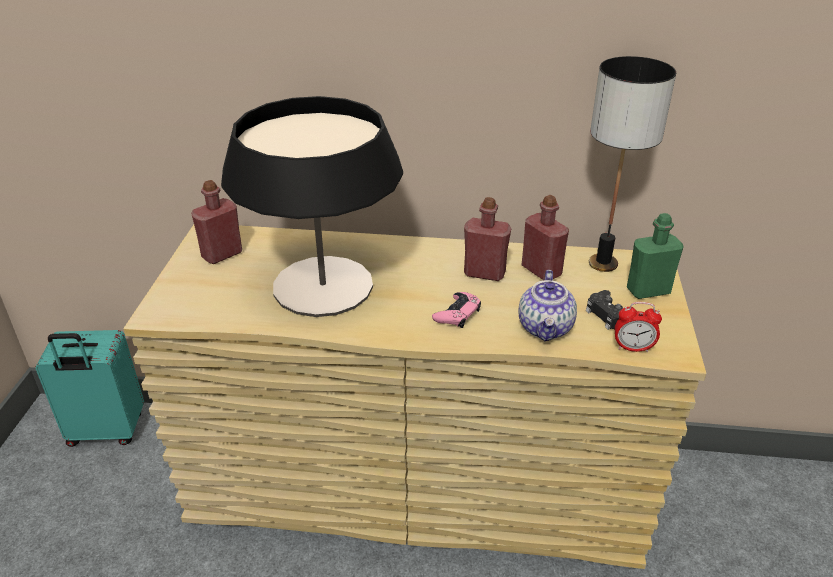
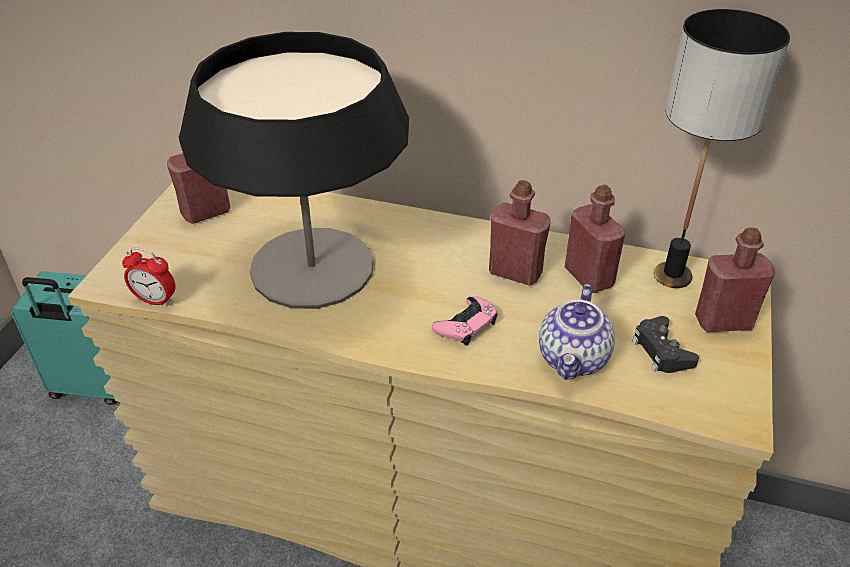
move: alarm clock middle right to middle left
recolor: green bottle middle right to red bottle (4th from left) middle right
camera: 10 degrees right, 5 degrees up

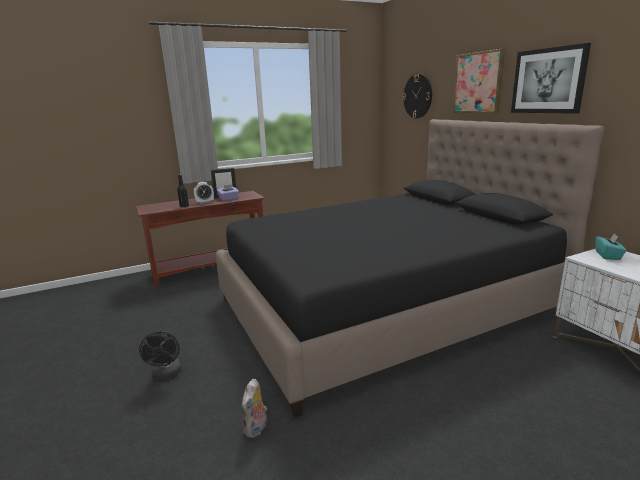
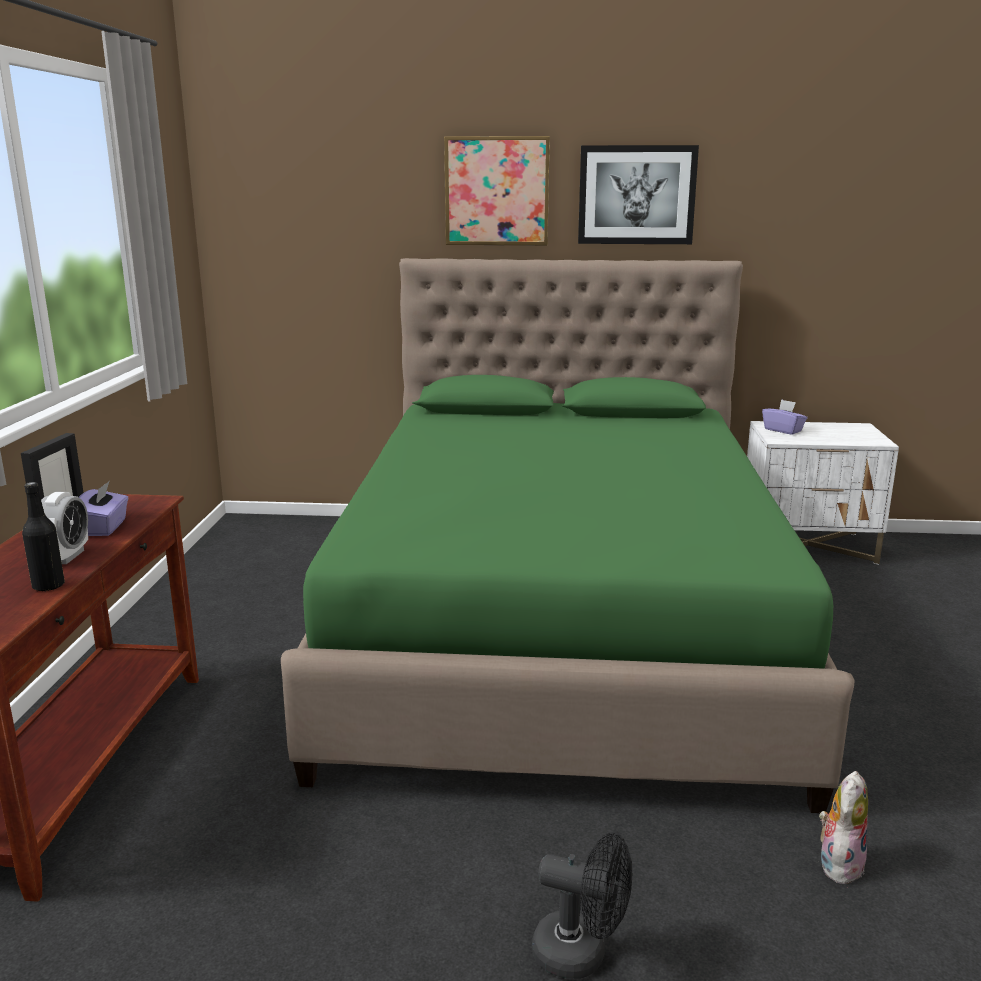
delete: wall clock top centre
recolor: black bed centre to green bed centre; turquoise tissue box middle right to purple tissue box (2nd from left) middle right
rotate: plush toy bottom centre = bottom right 105 degrees counterclockwise
camera: 60 degrees left, 0 degrees up

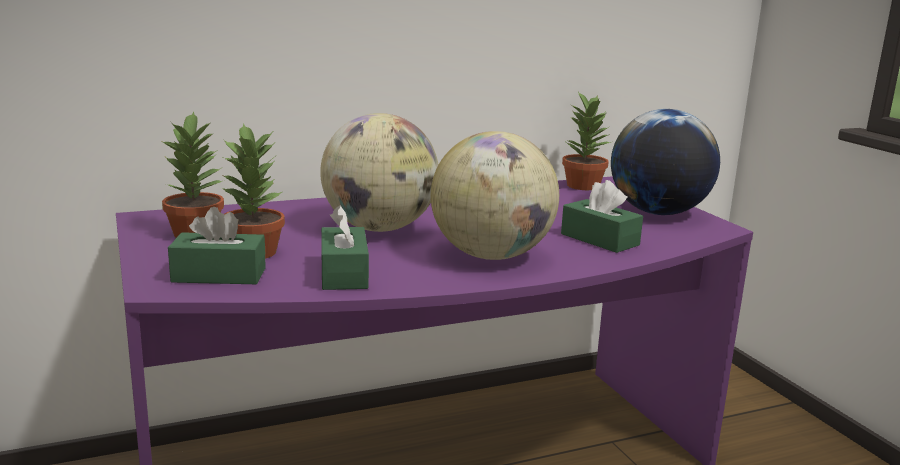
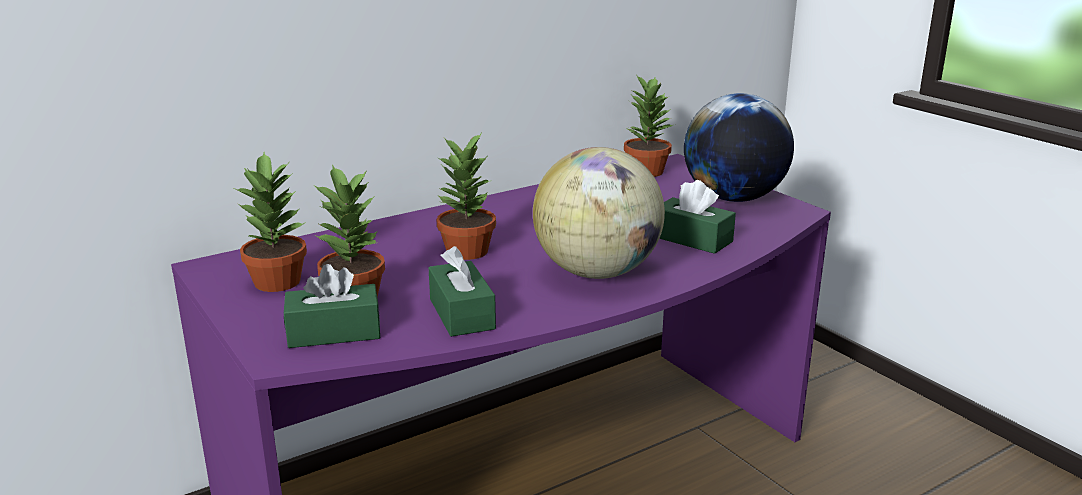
replace: globe (1st from left) centre to potted plant (3rd from left) centre
camera: 10 degrees left, 5 degrees up

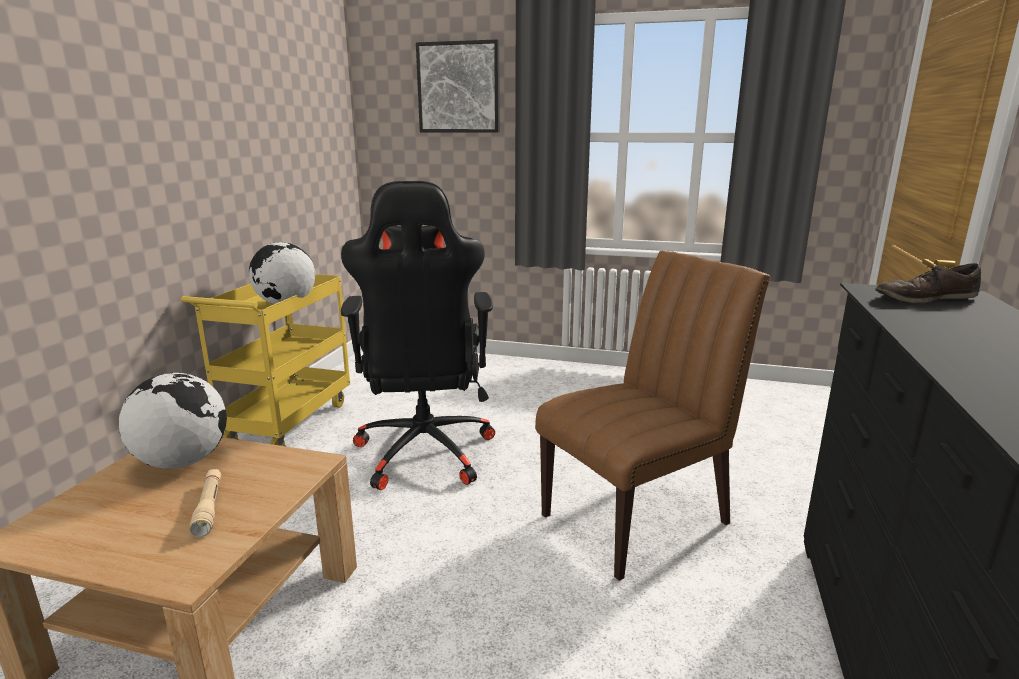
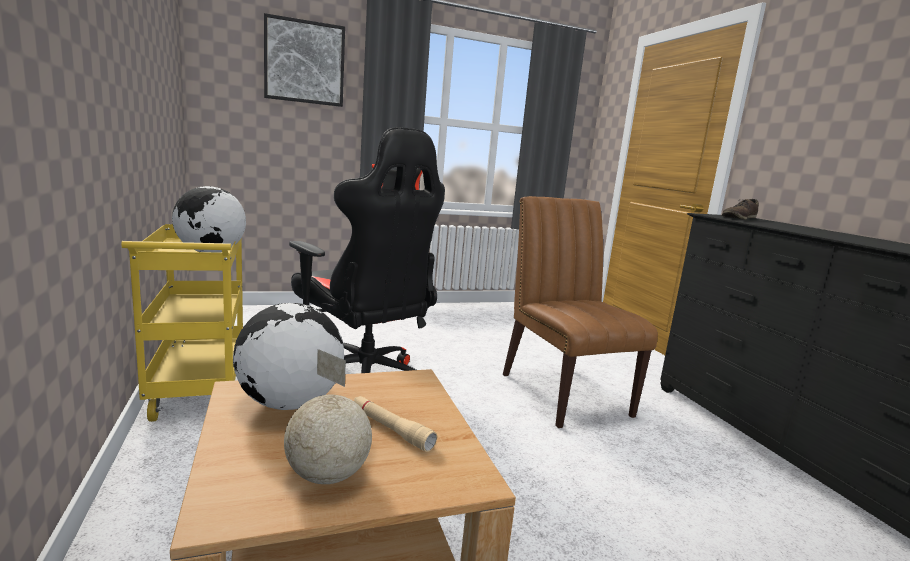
insert: globe (3rd from left) bottom centre
rotate: brown chair centre = centre 45 degrees counterclockwise
camera: 35 degrees left, 5 degrees down

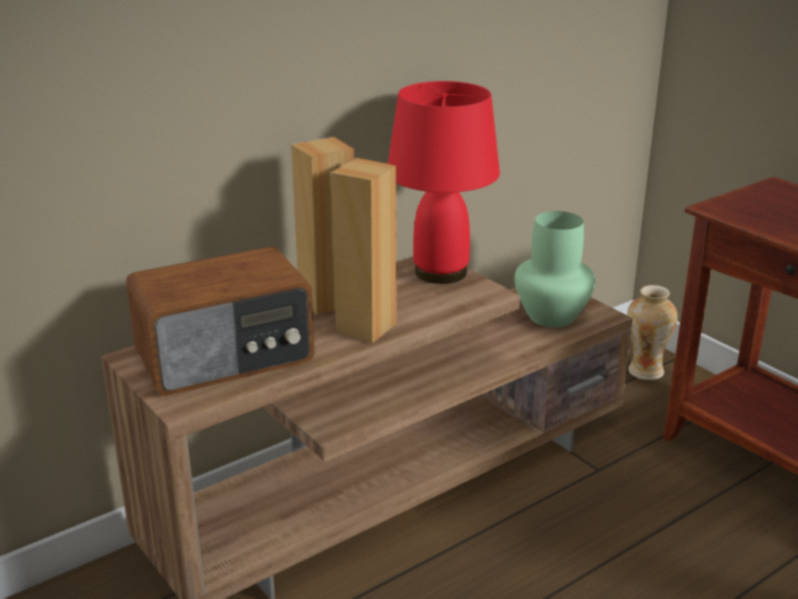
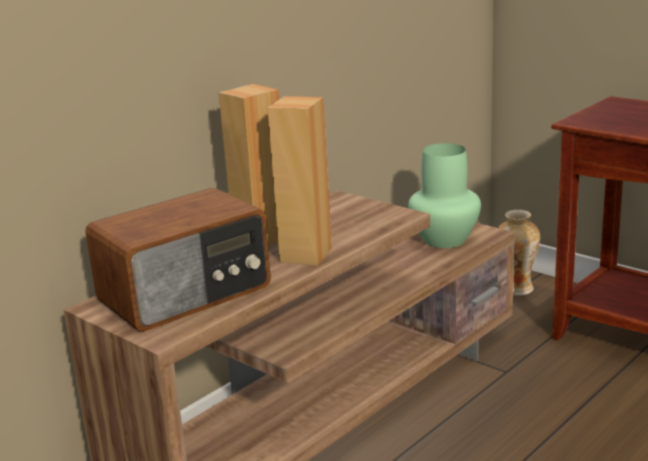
delete: red table lamp top centre
camera: 10 degrees left, 5 degrees down

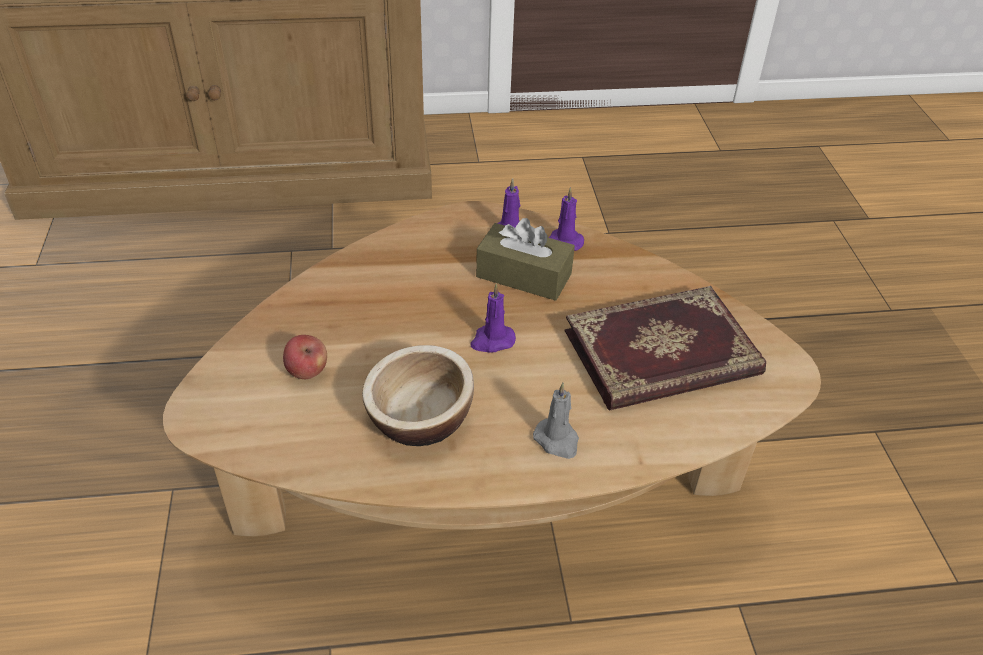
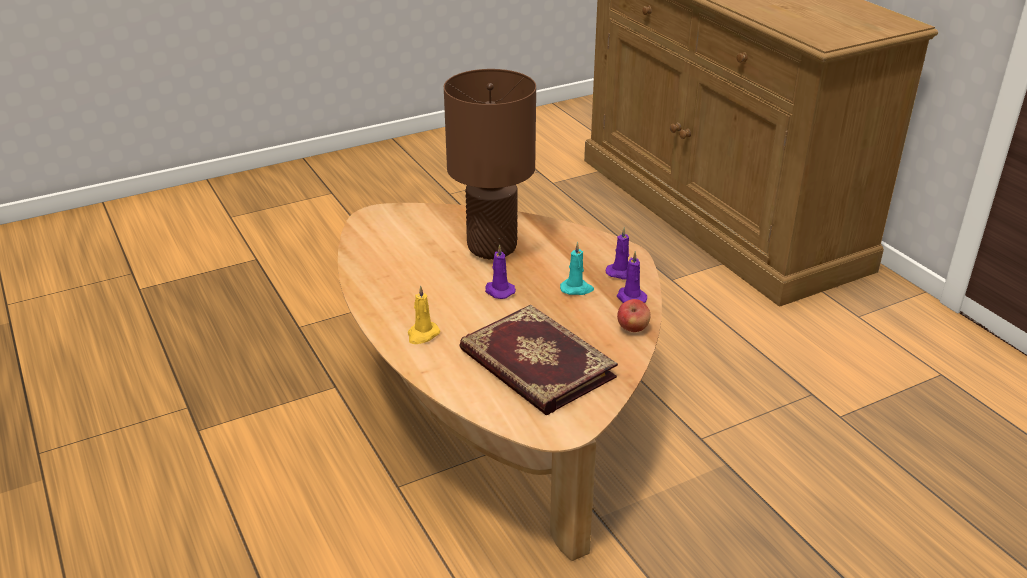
delete: bowl centre
insert: brown table lamp top centre
move: apple middle left to centre
replace: brown tissue box centre to turquoise candle centre
recolor: grey candle centre to yellow candle centre
camera: 70 degrees right, 10 degrees down

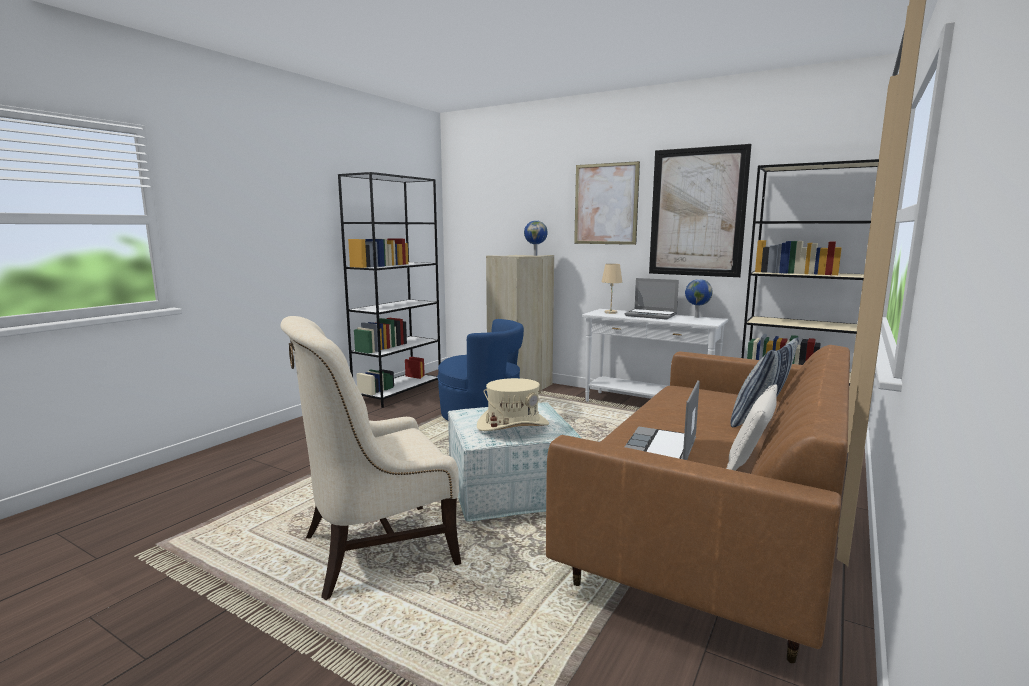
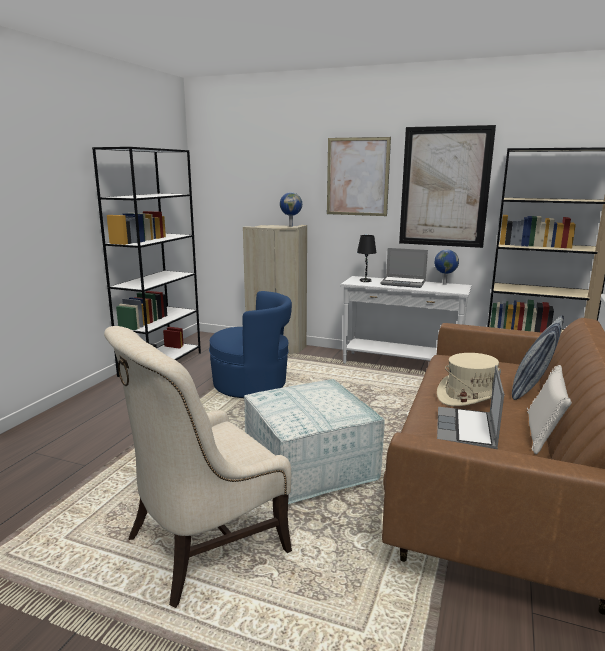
move: beige hat centre to middle right
recolor: beige table lamp centre to black table lamp centre
camera: 10 degrees left, 5 degrees up

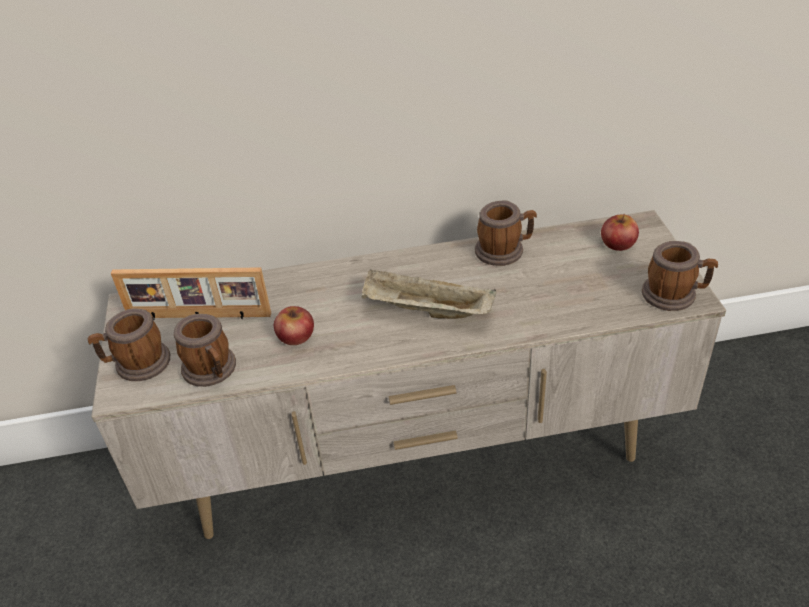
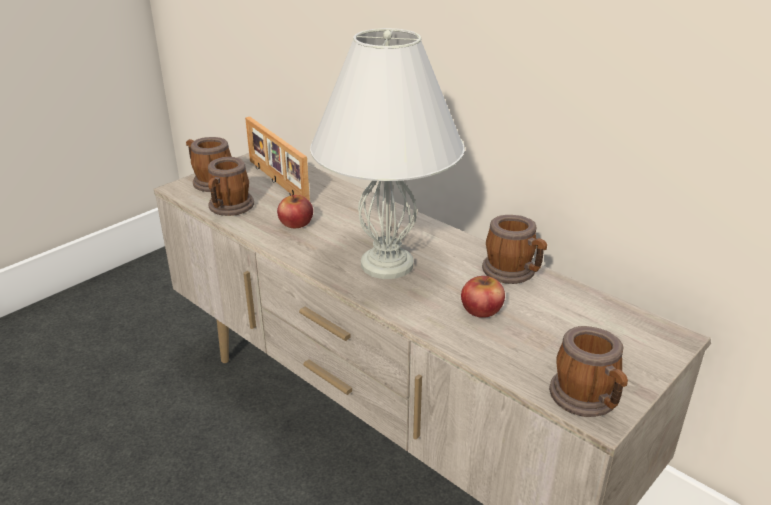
move: apple (2nd from left) middle right to centre
replace: beige tray centre to white table lamp top centre
camera: 50 degrees right, 10 degrees down

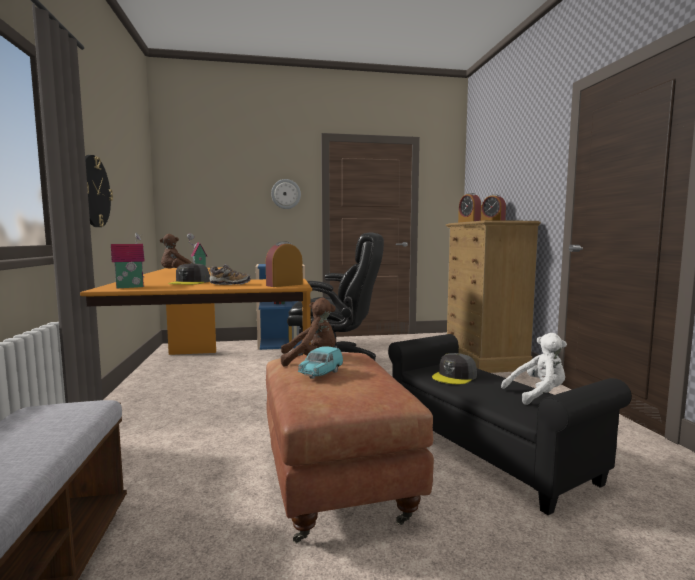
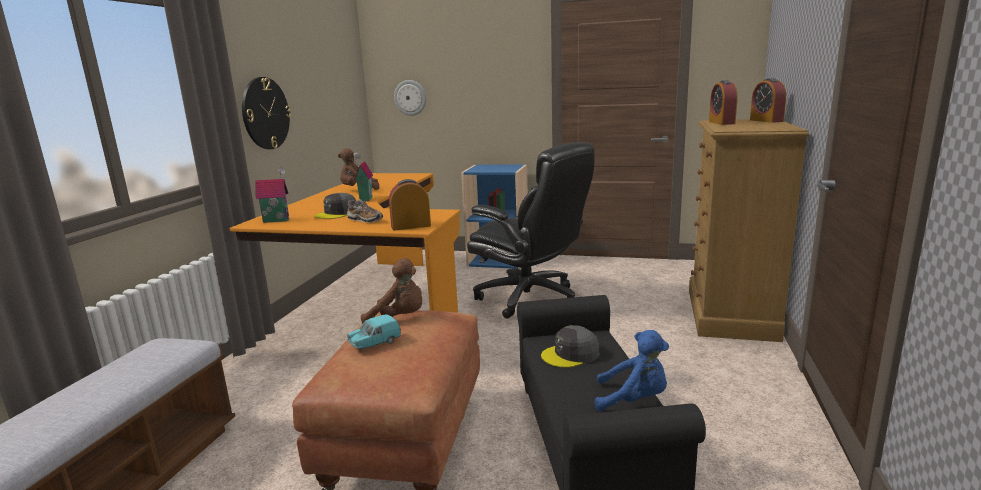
move: wall clock (2nd from left) centre to top centre
recolor: white plush toy middle right to blue plush toy bottom centre
camera: 25 degrees right, 10 degrees up

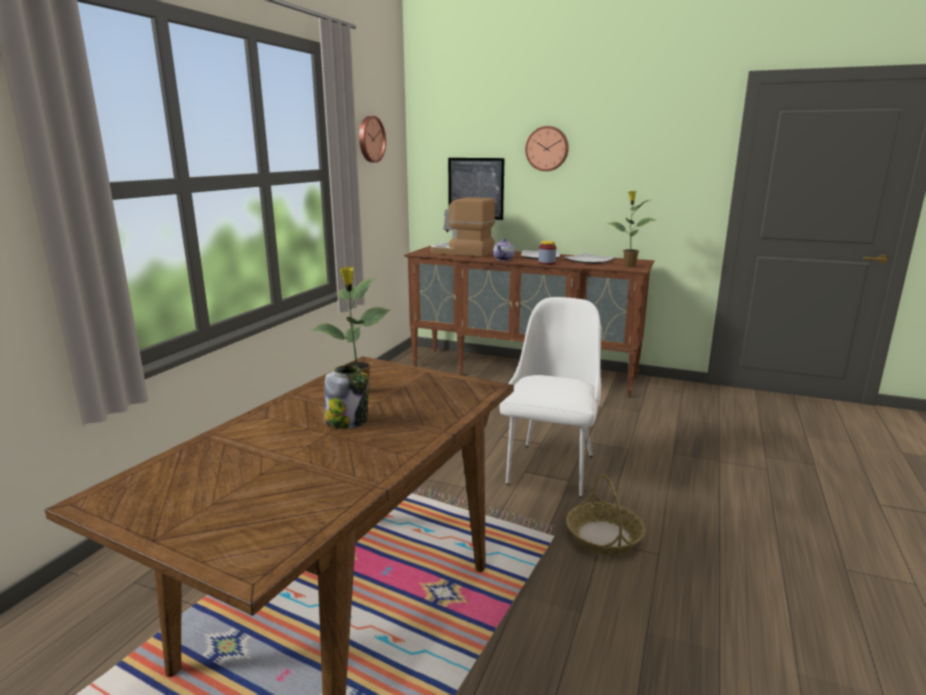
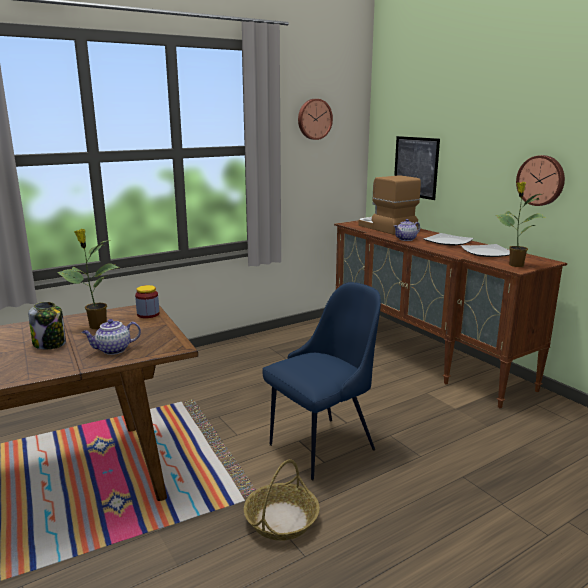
insert: teapot (1st from left) middle left
move: jar (2nd from left) centre to middle left; wall clock (2nd from left) top centre to top right
recolor: white chair centre to blue chair centre
camera: 35 degrees right, 0 degrees up

